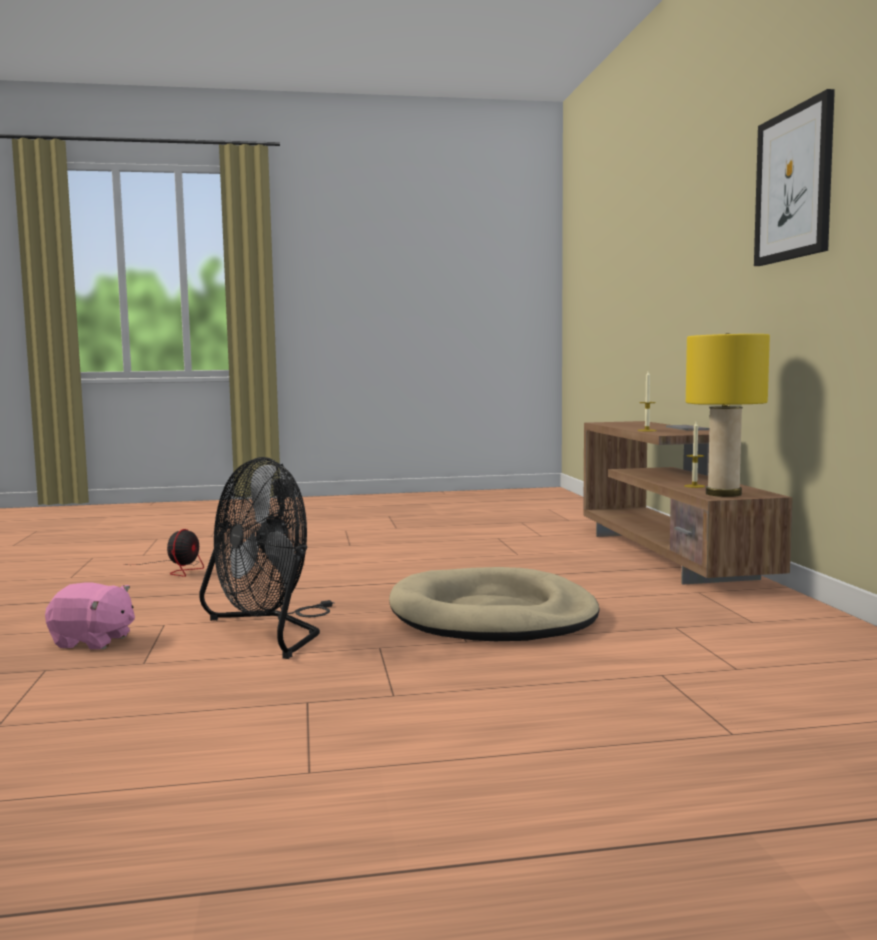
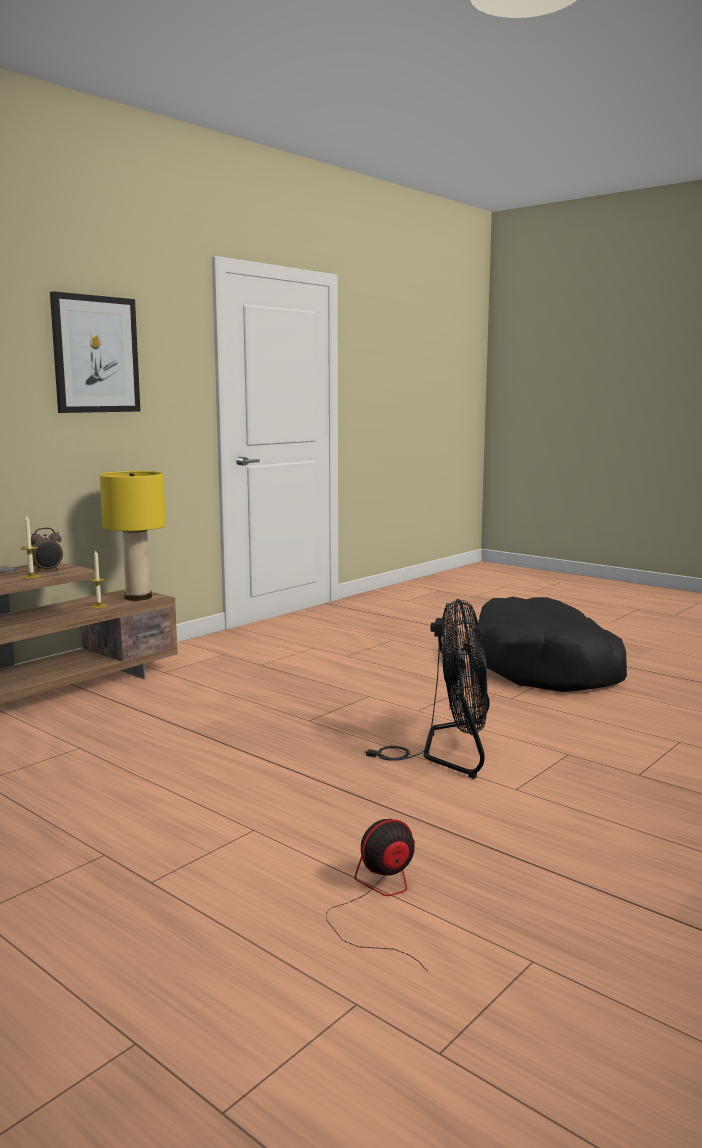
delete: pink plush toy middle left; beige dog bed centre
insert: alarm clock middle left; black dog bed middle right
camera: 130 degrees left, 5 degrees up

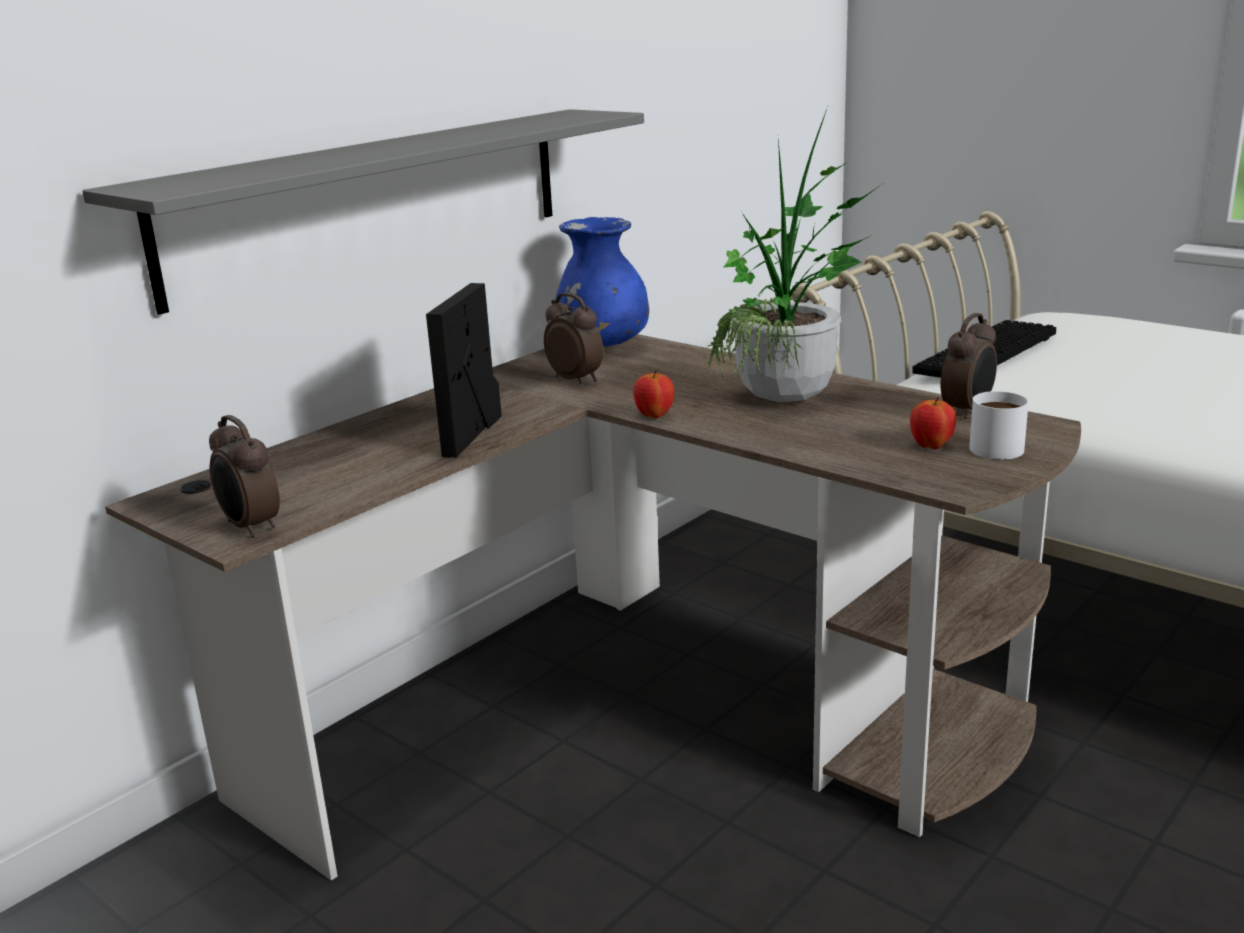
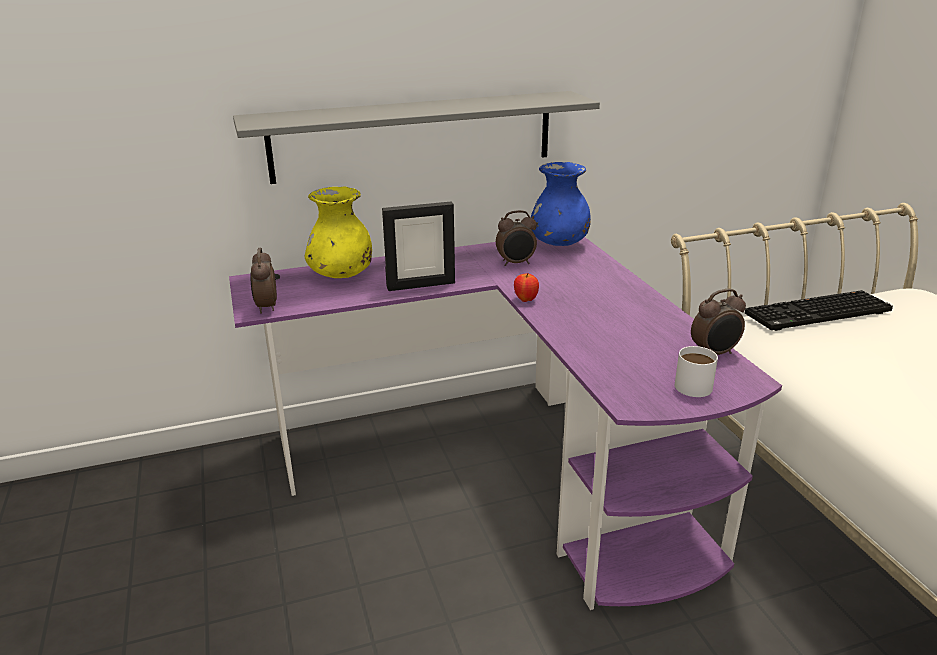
delete: potted plant top centre; apple (2nd from left) middle right
insert: yellow vase centre
recolor: brown desk centre to purple desk centre
rotate: picture frame centre = centre 150 degrees counterclockwise; alarm clock (2nd from left) centre = centre 90 degrees clockwise
camera: 30 degrees right, 5 degrees up

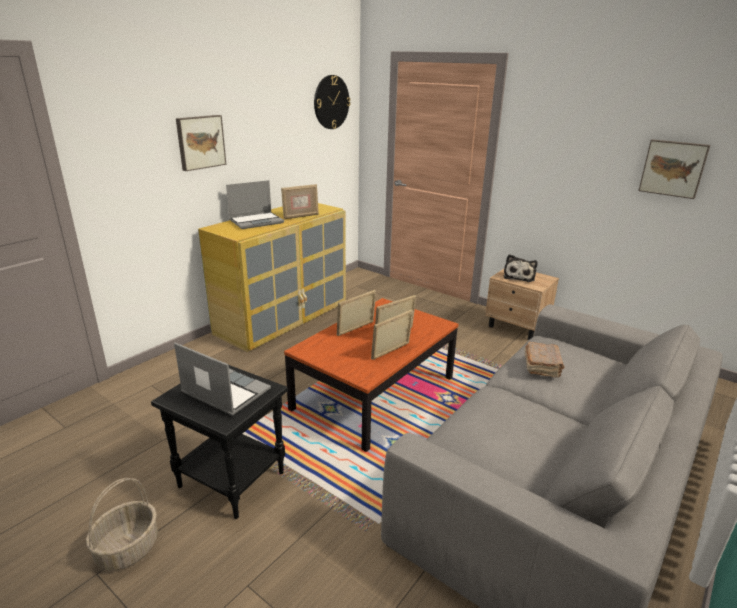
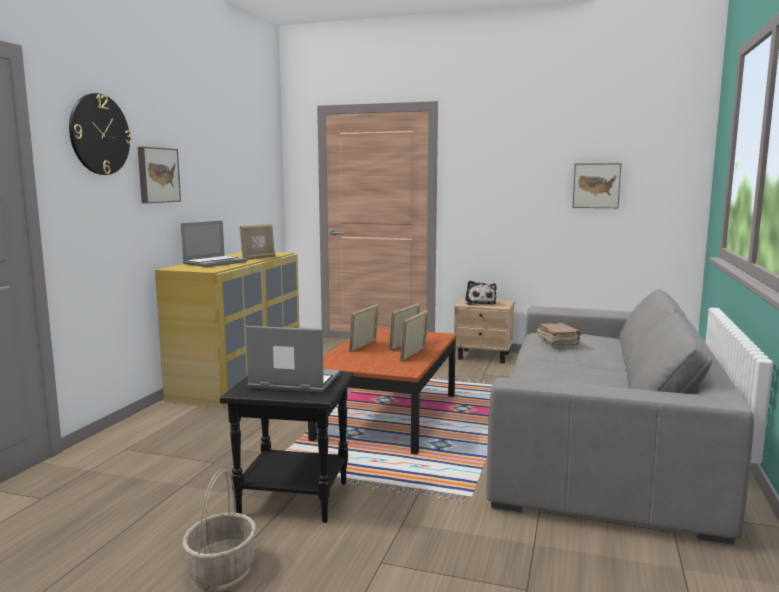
move: wall clock top centre to top left
camera: 20 degrees left, 15 degrees down

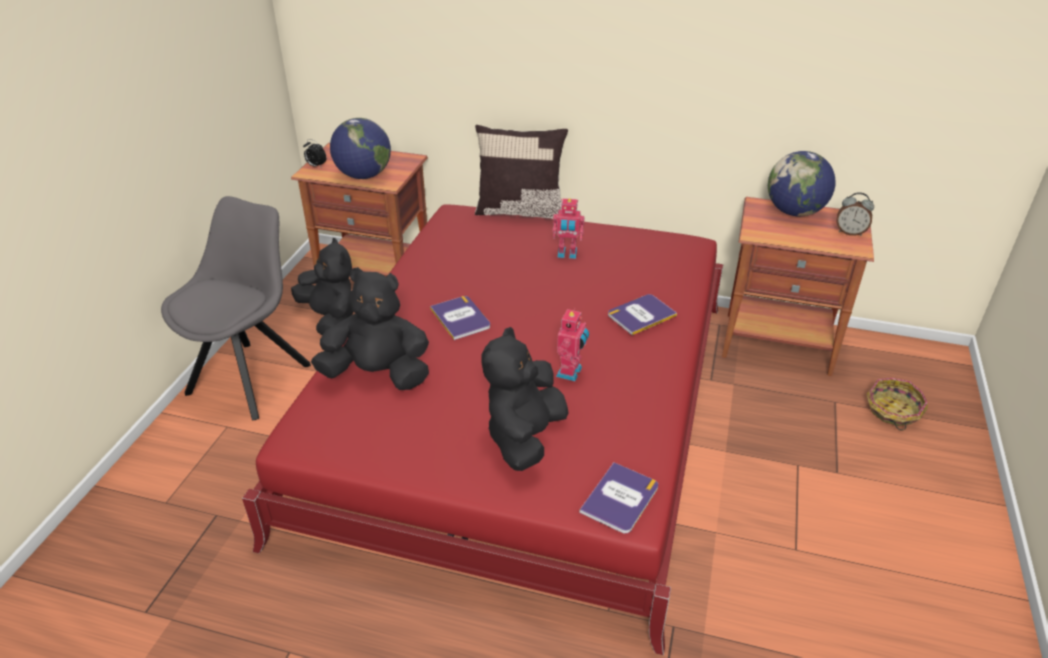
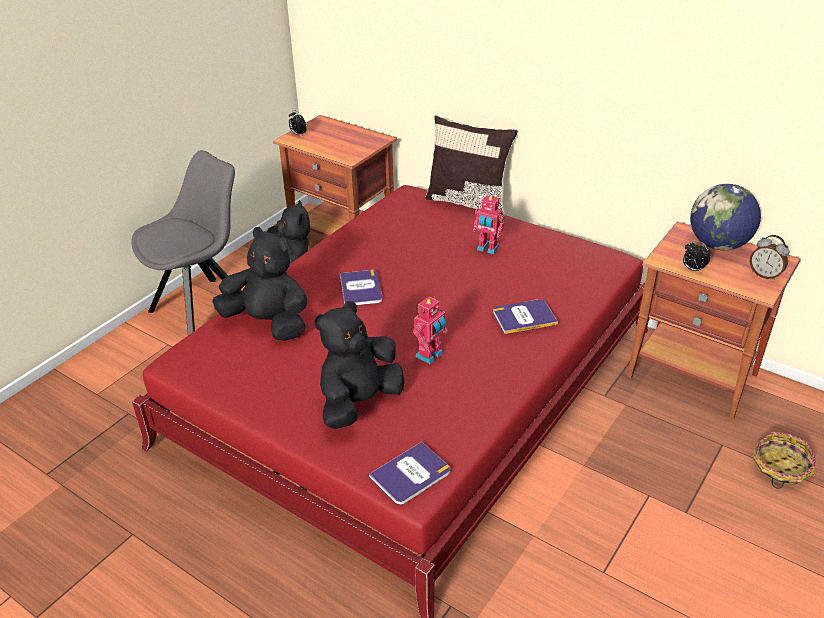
delete: globe (1st from left) top centre
insert: alarm clock (2nd from left) middle right
camera: 20 degrees right, 0 degrees up

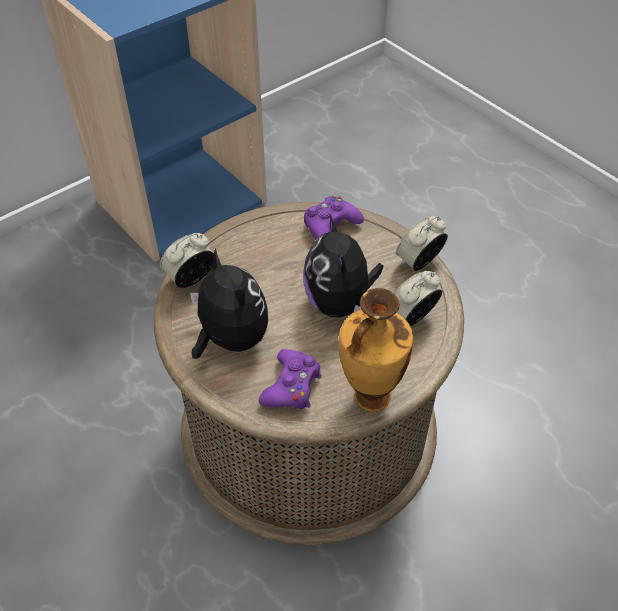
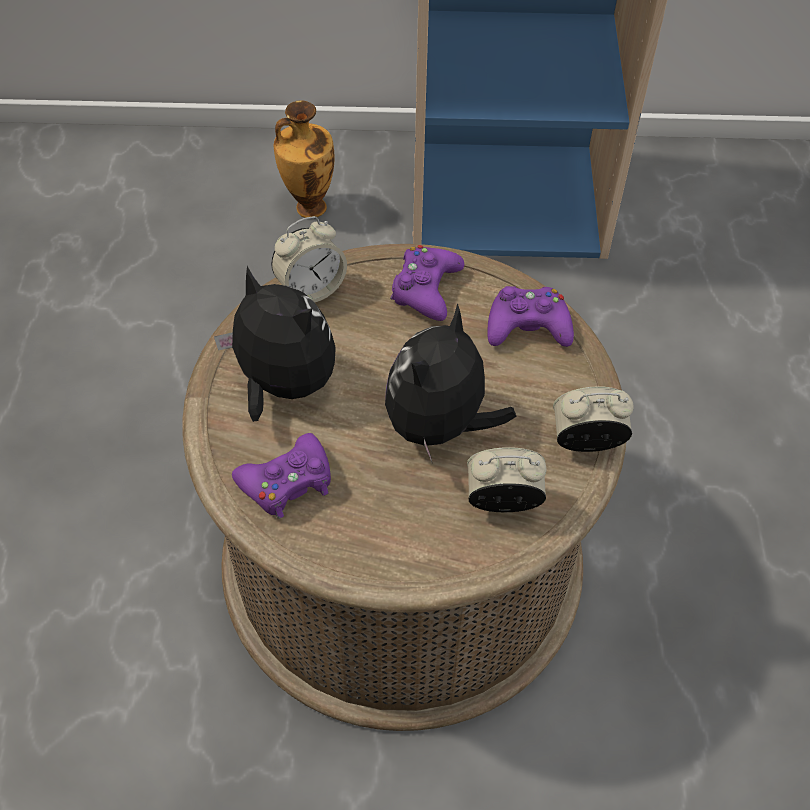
insert: purple game controller (2nd from left) centre
move: vase centre to top centre
rotate: plush toy (1st from left) centre = centre 60 degrees counterclockwise; alarm clock (1st from left) middle left = top centre 150 degrees clockwise
camera: 40 degrees right, 5 degrees up

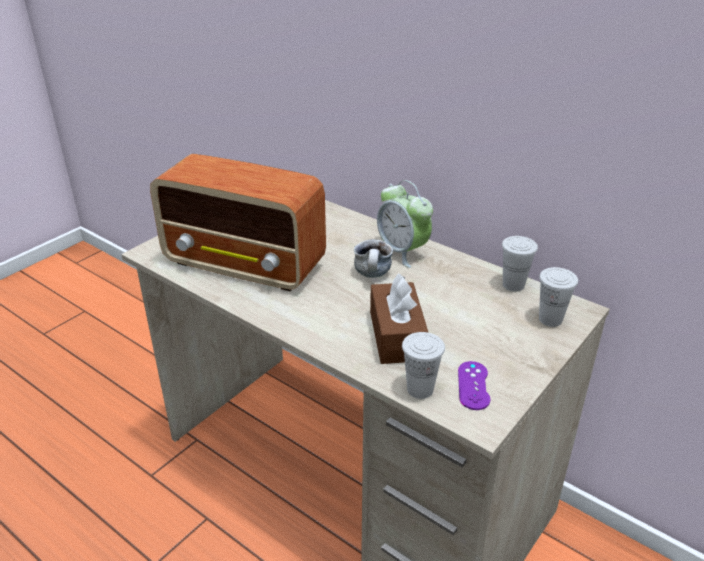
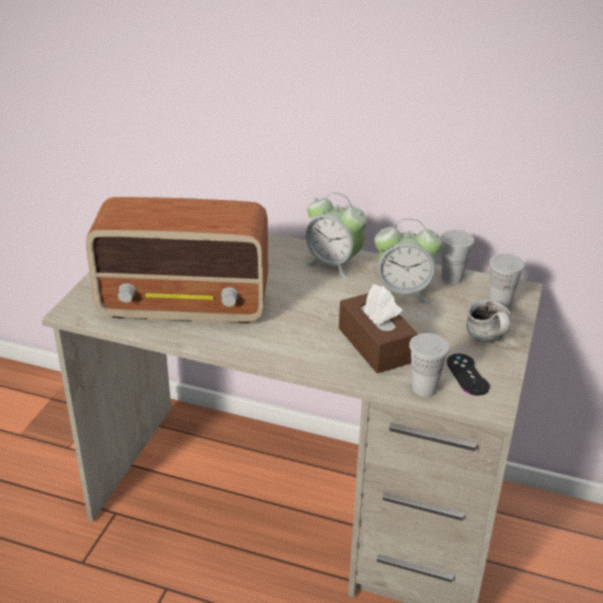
insert: alarm clock (2nd from left) middle right
move: mug centre to middle right
recolor: purple game controller bottom right to black game controller middle right
camera: 20 degrees left, 0 degrees up

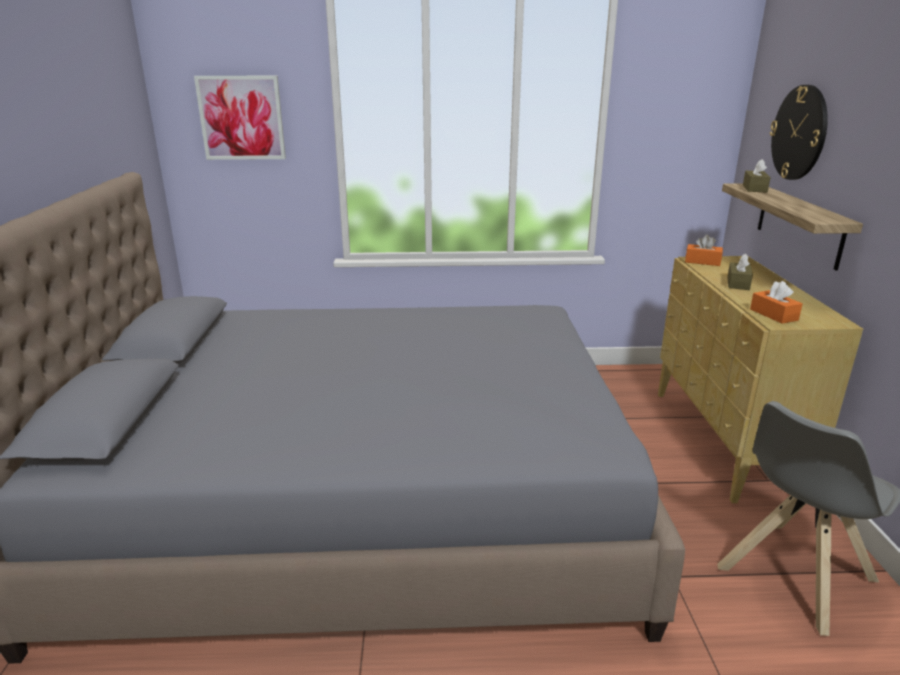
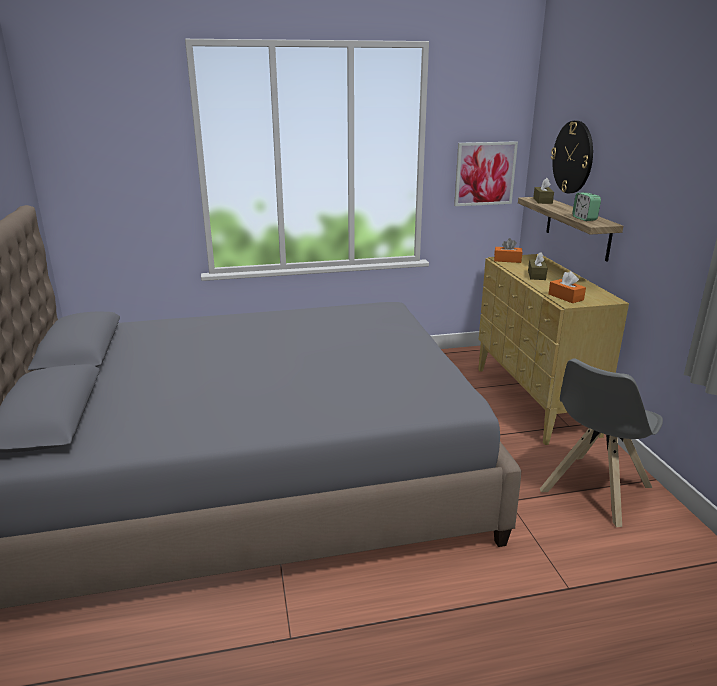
insert: alarm clock top right
move: picture top left to top right
camera: 10 degrees left, 0 degrees up

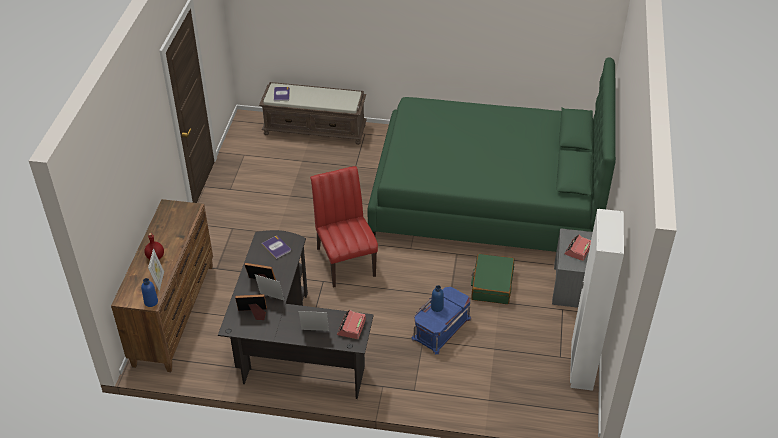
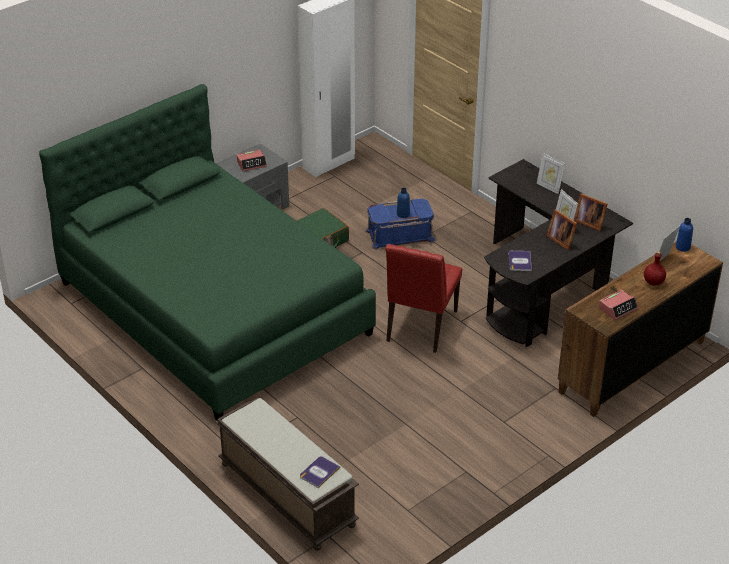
move: alarm clock (1st from left in the first image) bottom centre to alarm clock (2nd from left) middle right
camera: 140 degrees left, 5 degrees down

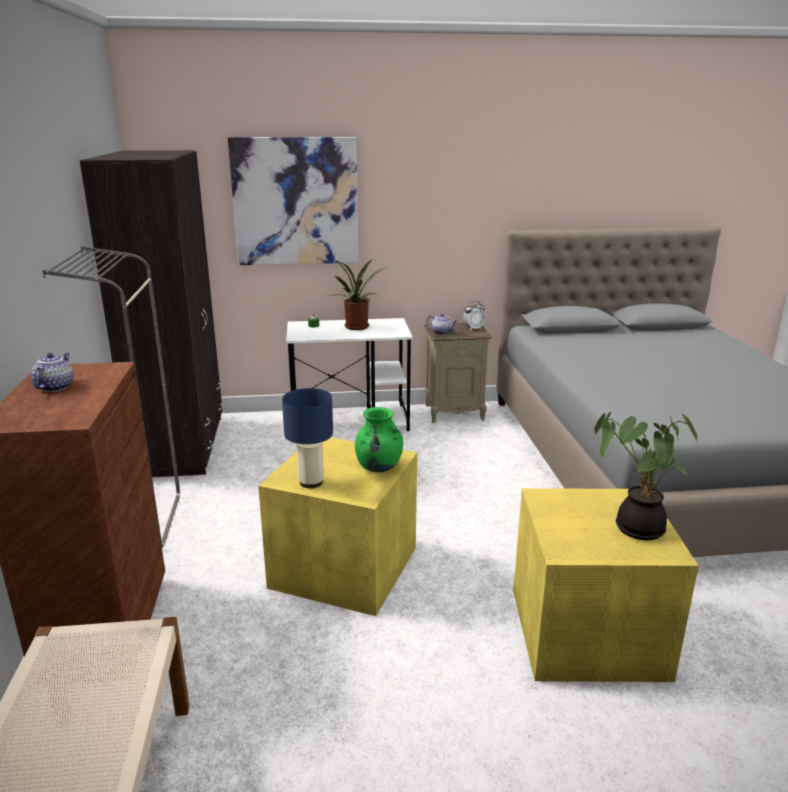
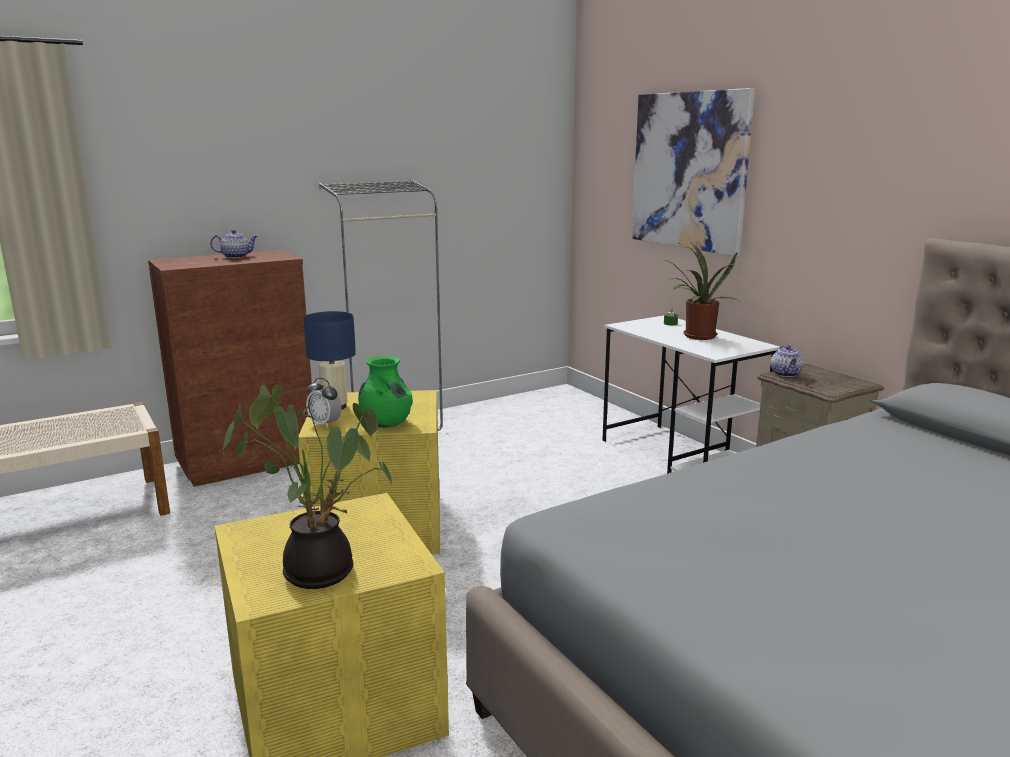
delete: brown wardrobe middle left
move: alarm clock centre to middle left
camera: 65 degrees right, 5 degrees down

